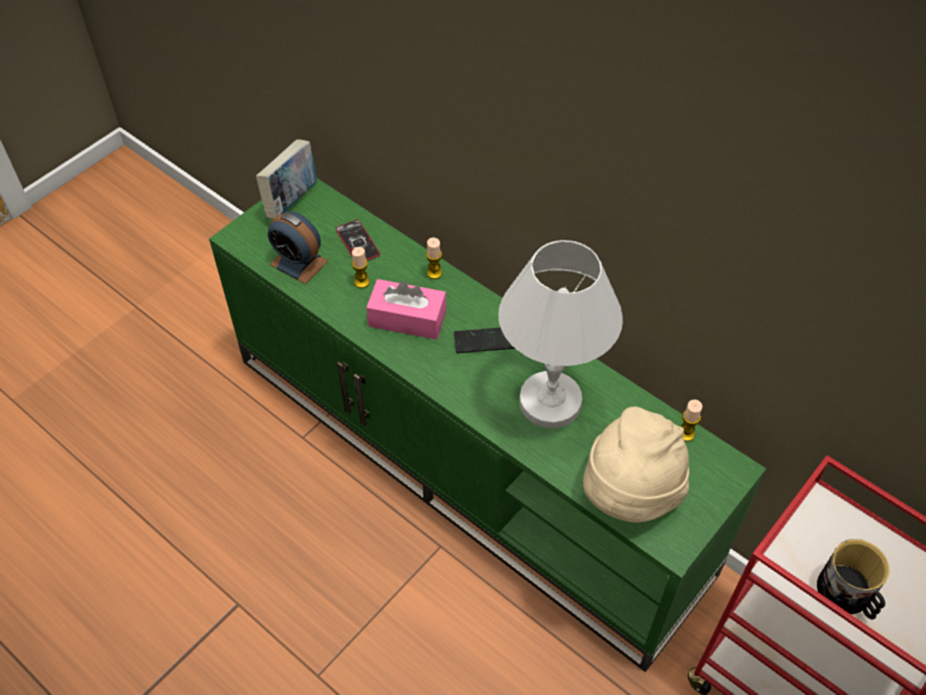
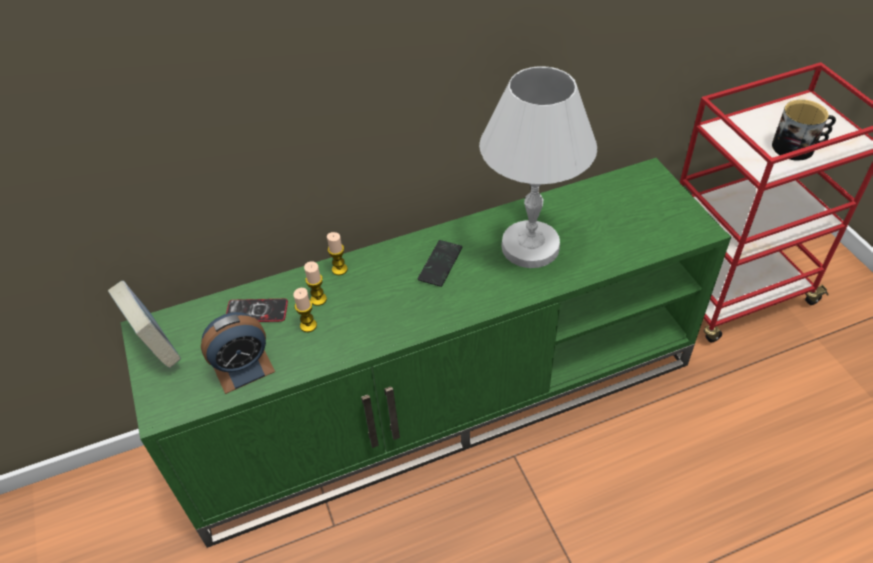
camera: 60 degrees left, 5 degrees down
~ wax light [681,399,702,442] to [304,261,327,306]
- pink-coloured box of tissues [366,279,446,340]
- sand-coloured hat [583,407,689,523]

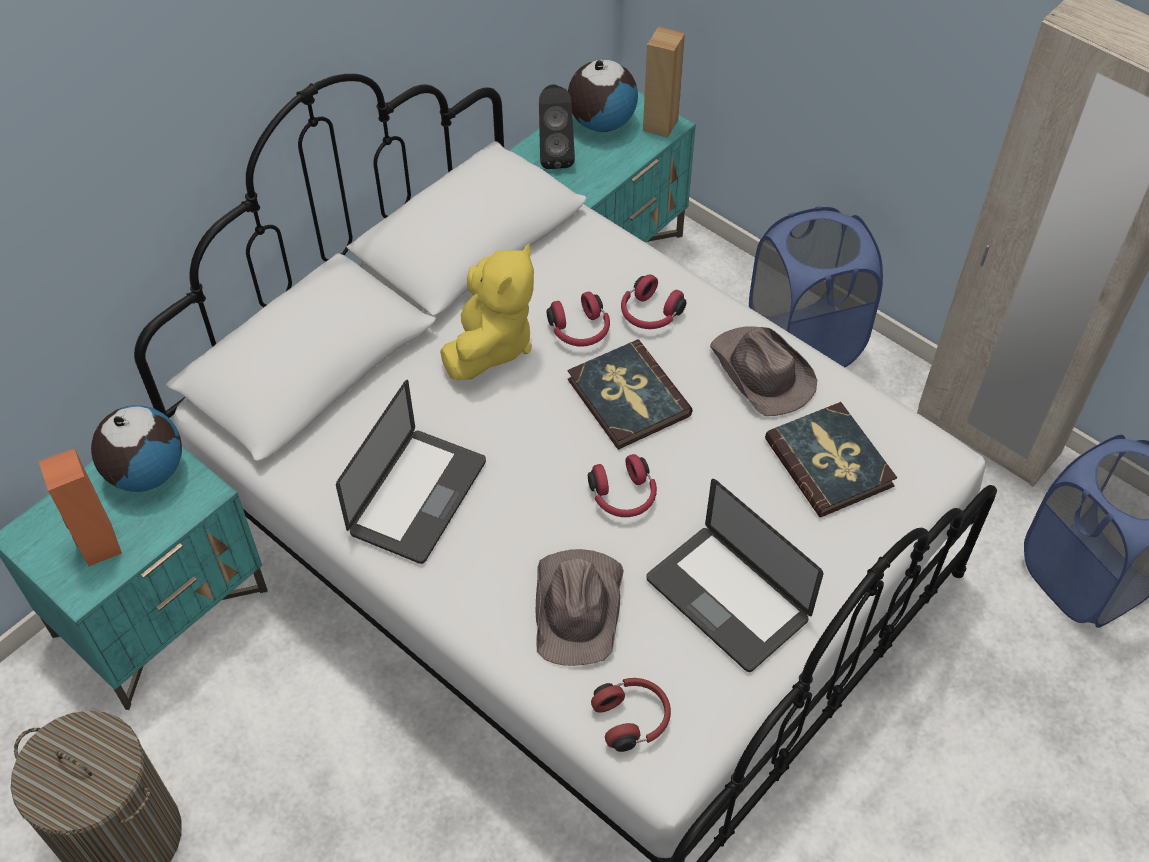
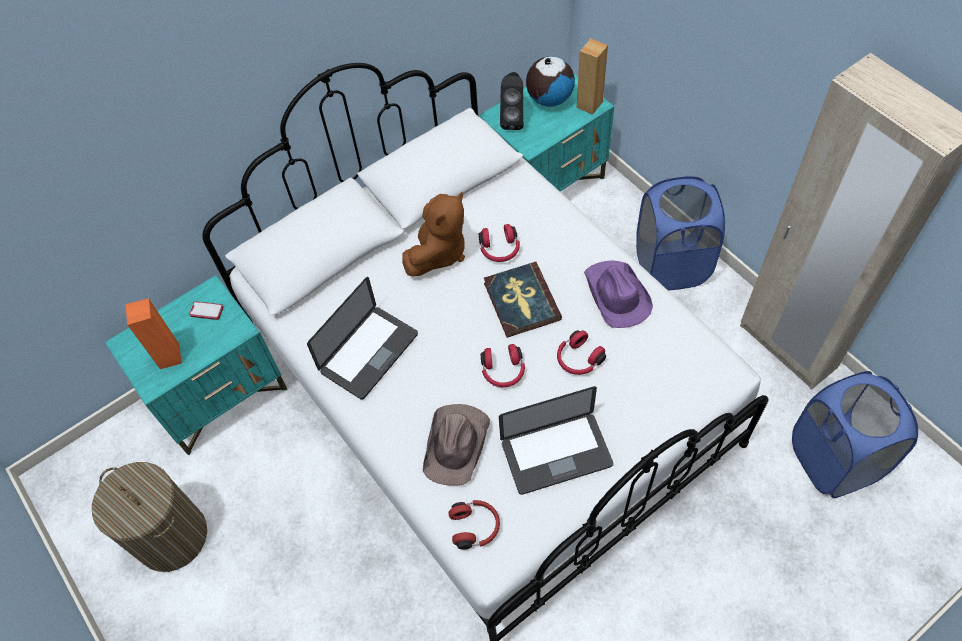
camera: 15 degrees right, 5 degrees up
~ globe [91,405,182,492] to telephone [189,301,223,320]
~ yellow-coloured plush toy [440,243,534,380] to brown plush toy [402,192,465,276]
~ portable computer [646,479,824,672] = [499,386,613,495] 75 degrees counterclockwise
~ reddish headphones [621,274,686,329] to [557,330,606,375]
~ brown hat [710,326,817,416] to purple-coloured hat [584,260,653,328]
- volume [765,402,897,517]

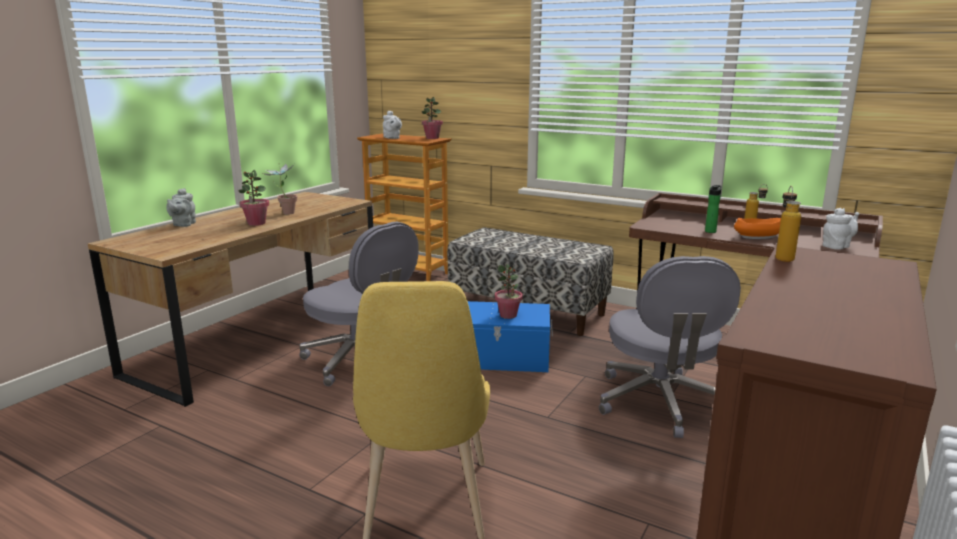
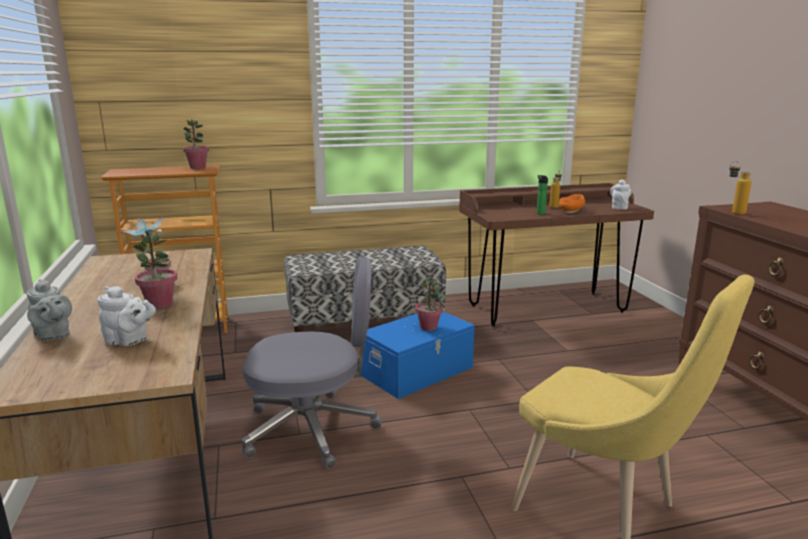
camera: 45 degrees left, 0 degrees up
~ white tea pot [383,111,402,139] to [97,286,156,346]
- gray computer chair [599,256,741,438]

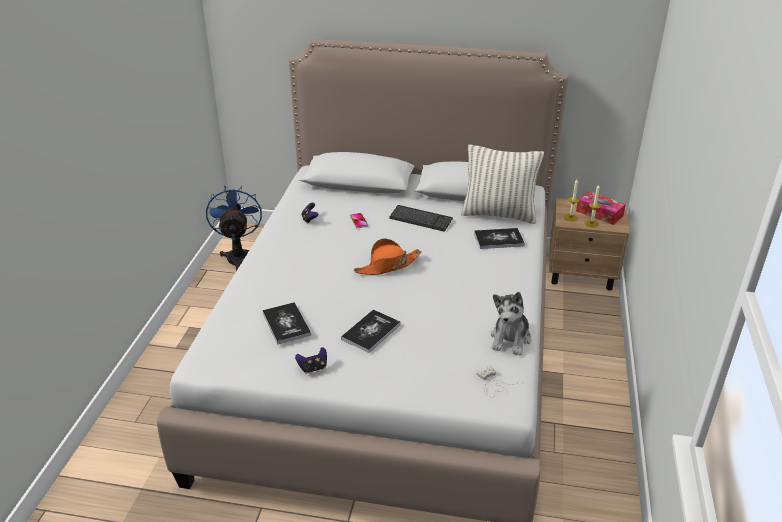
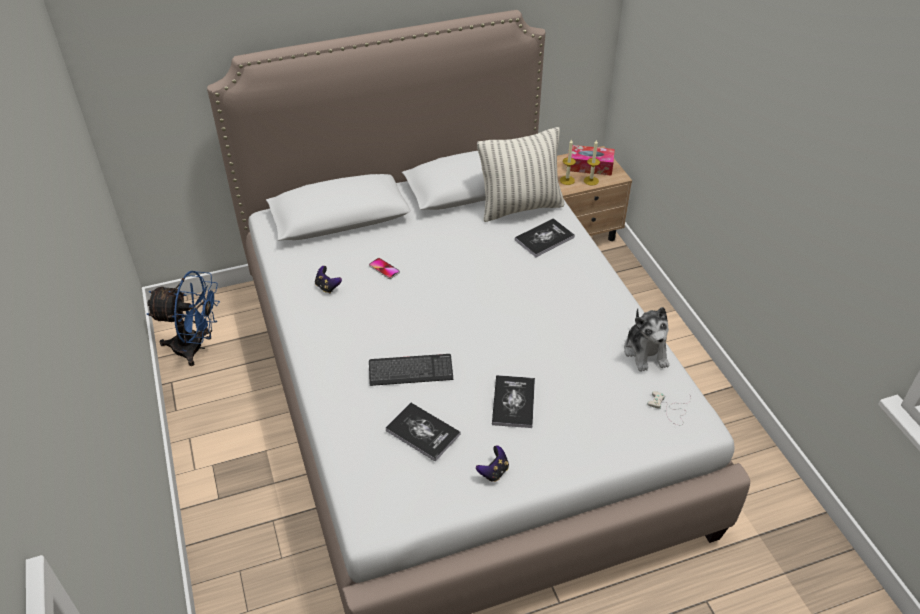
camera: 30 degrees left, 10 degrees up
~ bluish cooling fan [206,186,262,271] = [147,271,220,366] 135 degrees clockwise
~ keyboard [389,205,453,232] to [369,354,453,386]
- orangey hat [354,239,421,275]

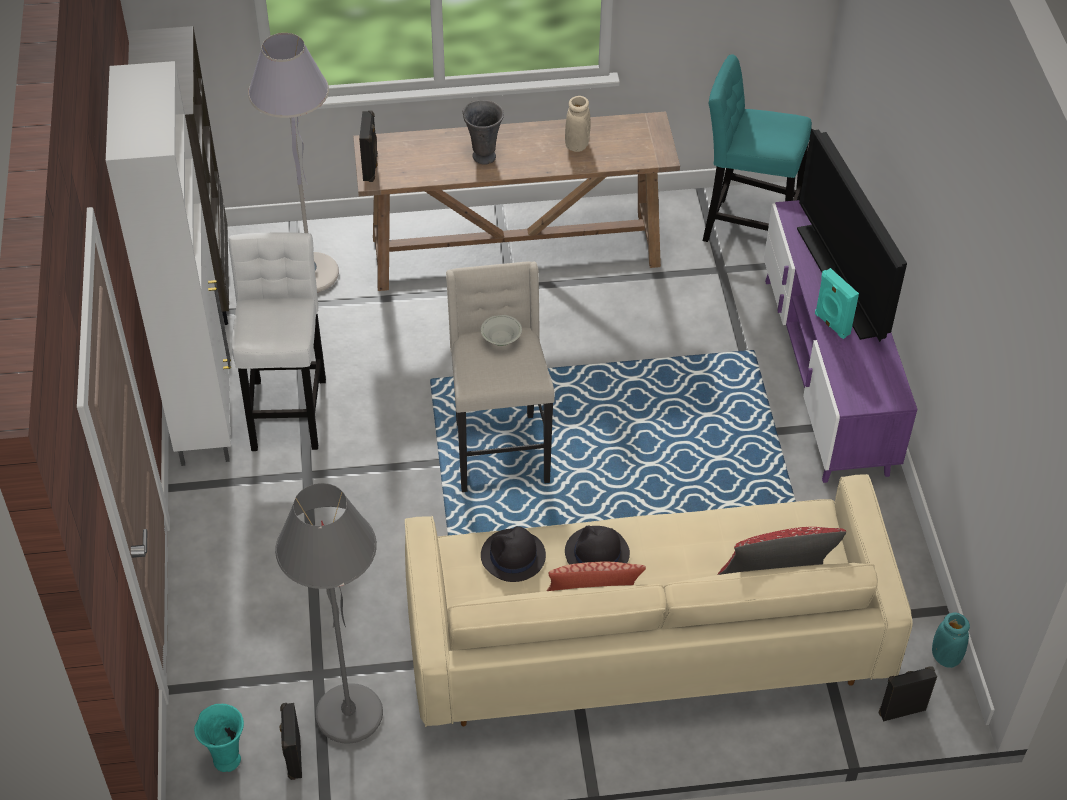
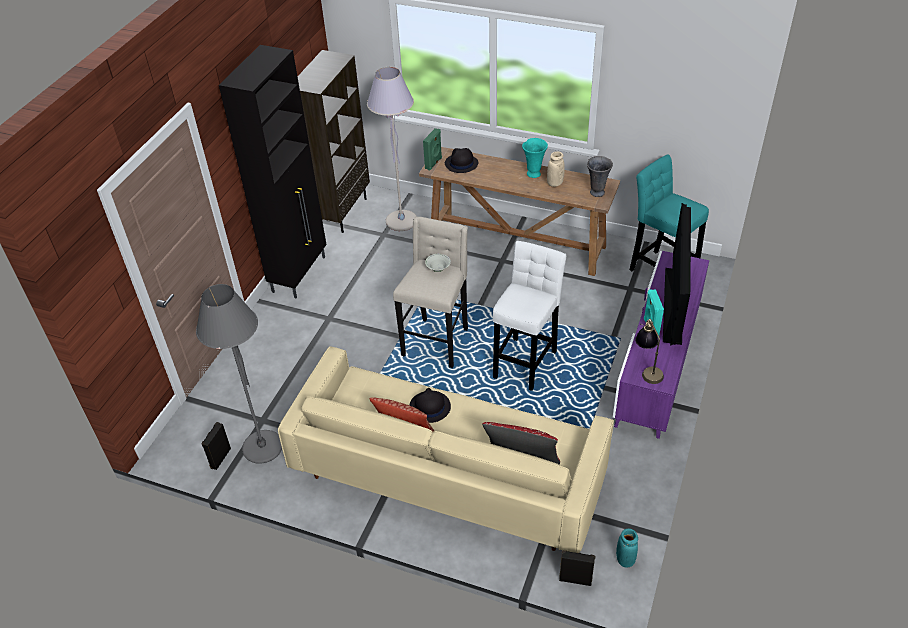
camera: 30 degrees right, 5 degrees down
~ white cabinet [106,61,231,466] to blackish cabinet [219,45,326,298]
~ blackish loudspeaker [359,111,378,182] to greenish loudspeaker [423,128,442,171]
~ blackish hat [481,526,546,582] to [445,148,478,173]
~ white sitting stool [228,232,326,451] to [493,241,566,391]
~ blue-green flower vase [194,704,244,772] to [522,138,548,178]
~ gray flower vase [463,100,504,165] to [587,156,613,197]
+ lamp for a table [635,319,664,384]

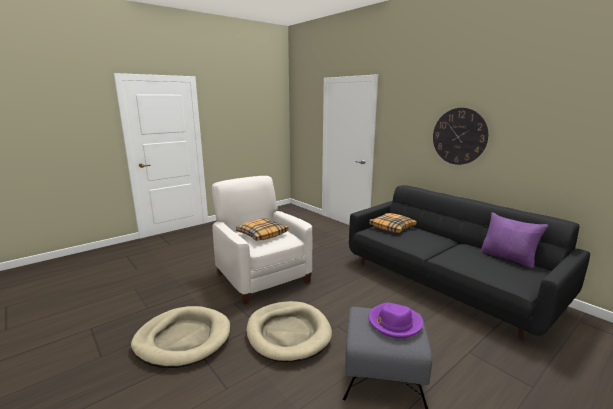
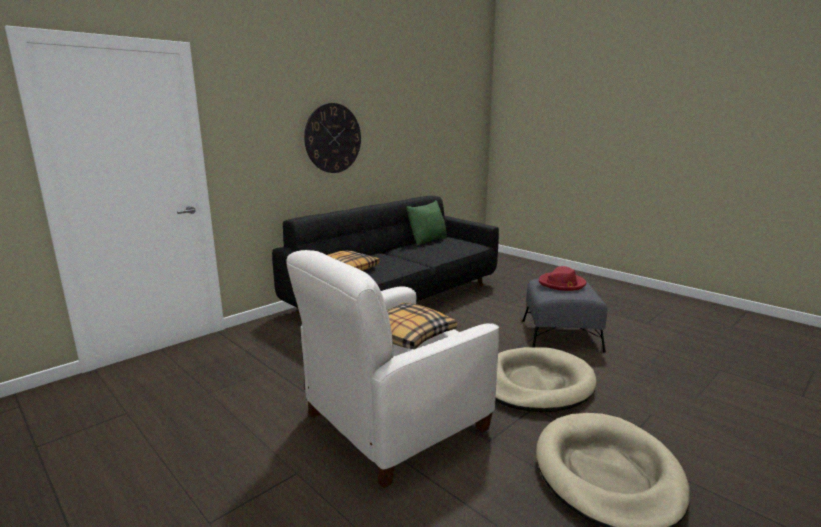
camera: 95 degrees left, 0 degrees up
~ purple-coloured pillow [481,213,548,269] to greenish pillow [406,200,447,246]
~ purple-coloured hat [369,302,423,338] to reddish hat [539,266,586,291]

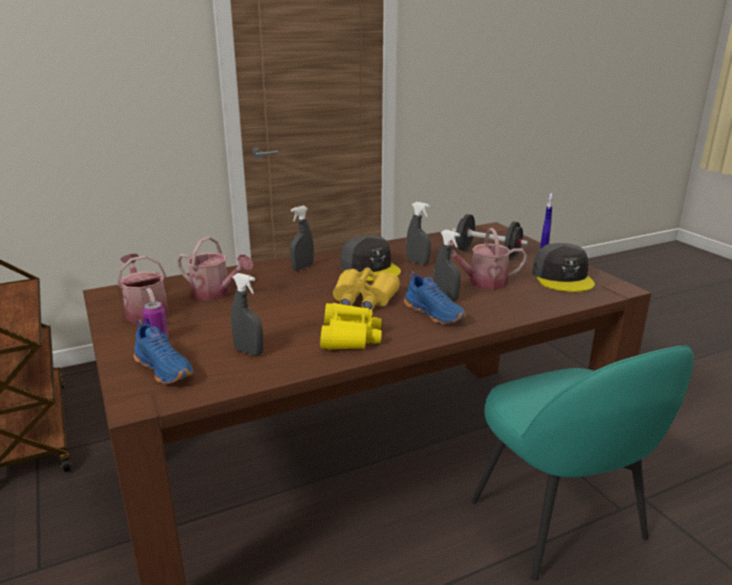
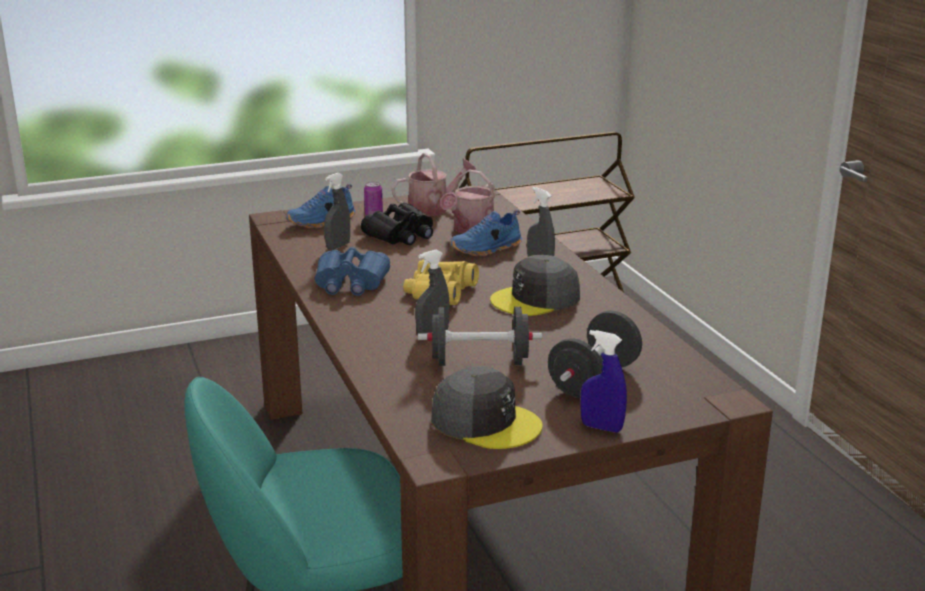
camera: 95 degrees right, 0 degrees up
~ yellow-coloured binoculars [320,303,382,350] to bluish binoculars [315,247,390,296]
+ blackish binoculars [361,203,433,245]
~ sprinkling can [450,228,527,290] to blackish dumbbell [418,307,542,366]
~ gray peaked cap [532,243,595,292] = [431,366,543,449] 150 degrees counterclockwise
~ bluish item of footwear [404,271,466,324] to [450,209,522,257]
- gray sprayer [406,202,431,265]

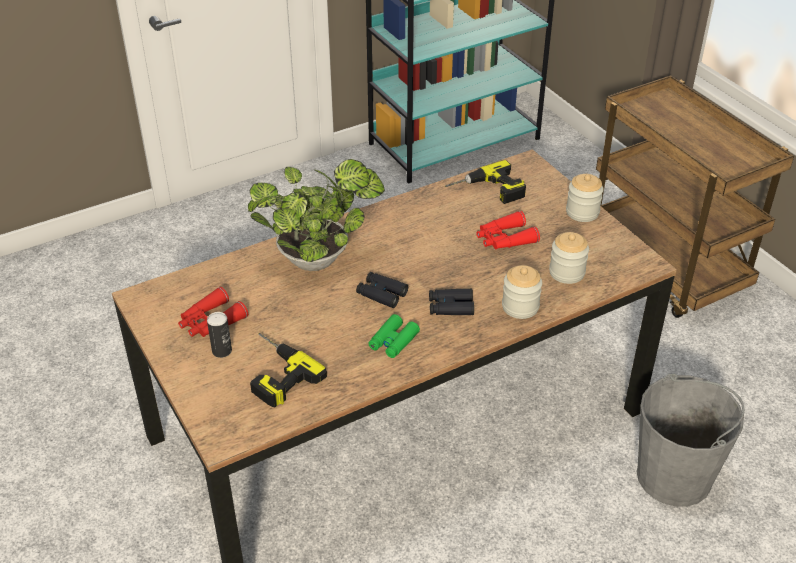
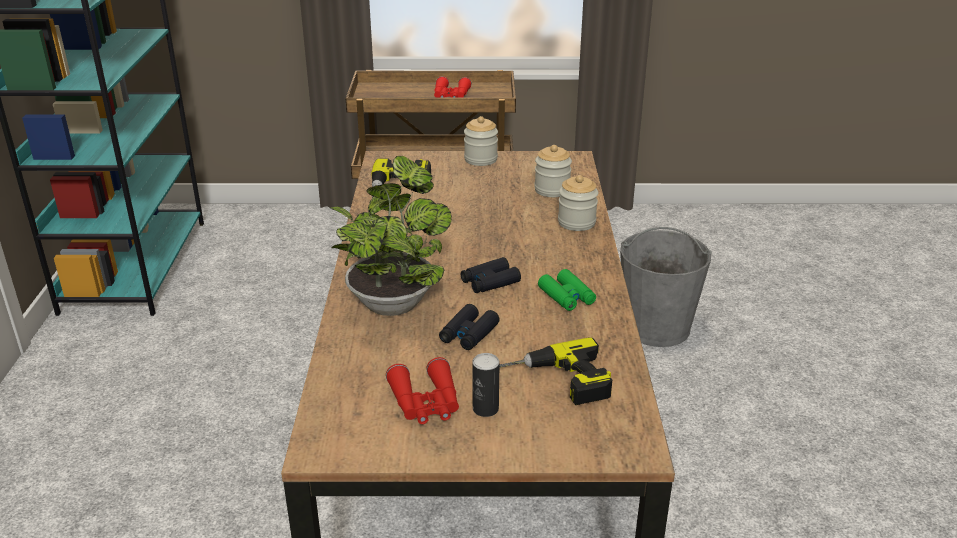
camera: 60 degrees left, 10 degrees down
~ reddish binoculars [476,211,540,250] to [434,76,472,98]
~ blackish binoculars [429,288,474,315] to [439,304,500,350]

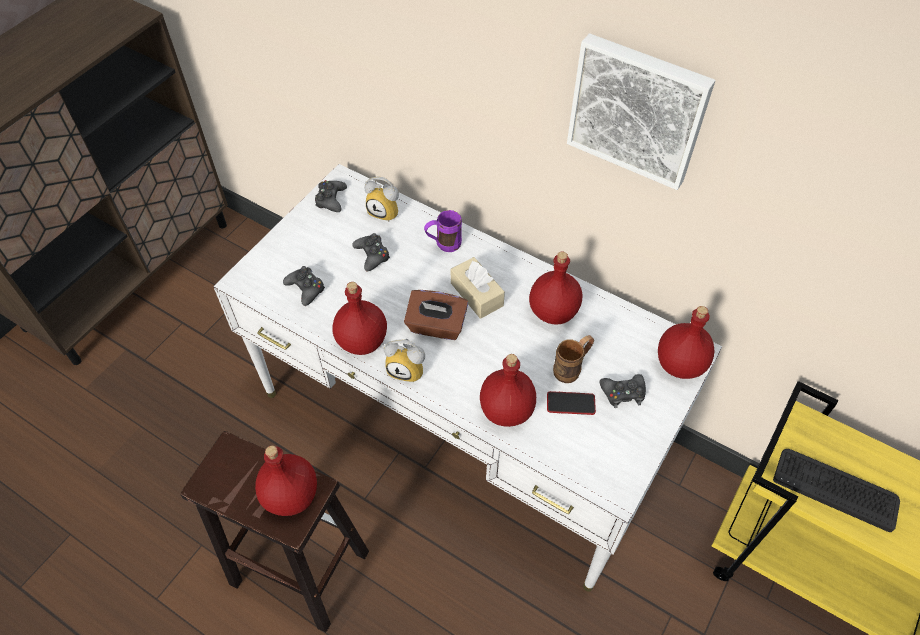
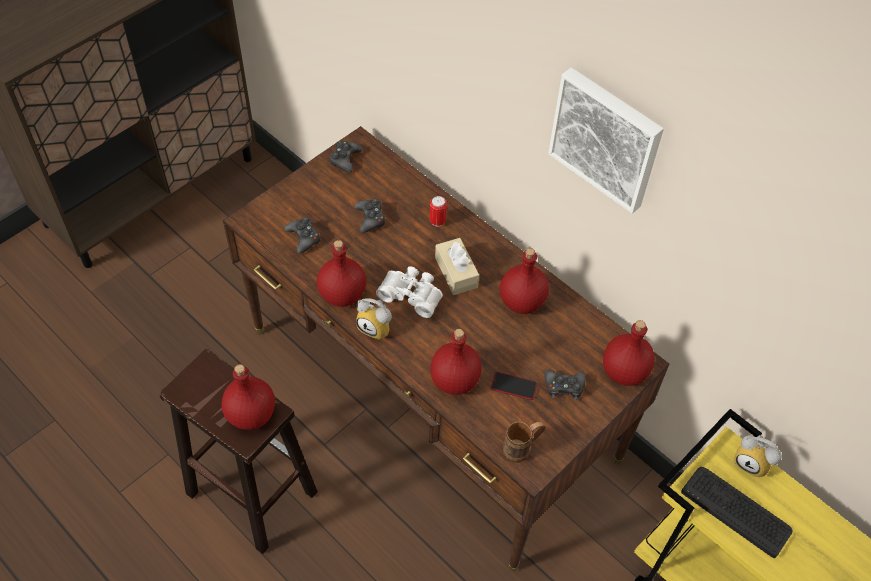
camera: 10 degrees right, 0 degrees up
~ white desk unit [213,164,722,592] to brown desk unit [223,126,669,572]
~ brown box of tissues [404,290,468,340] to white binoculars [376,266,443,318]
~ purple-coloured tea mug [424,210,462,252] to metal can [430,196,447,226]
~ brown tea mug [553,335,594,383] to [503,421,546,463]
~ alarm clock [364,176,399,222] to [734,435,782,477]

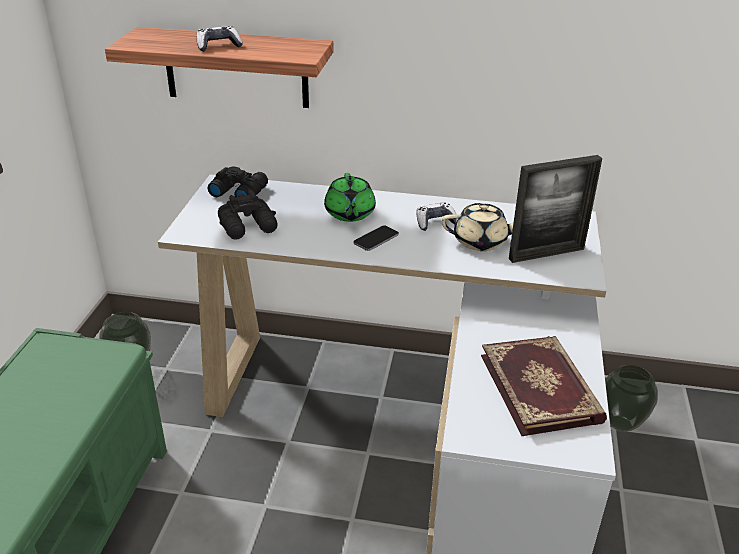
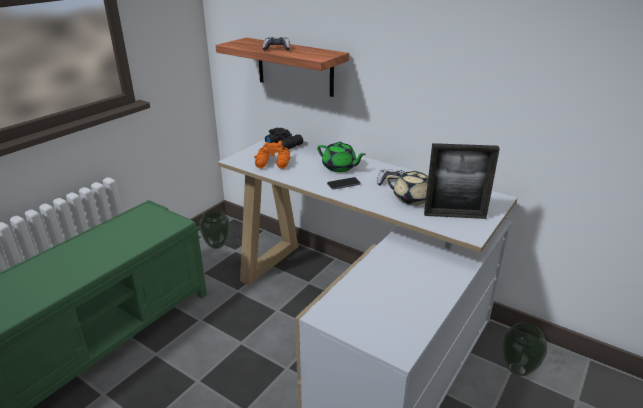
camera: 25 degrees right, 5 degrees down
~ blackish binoculars [218,189,278,240] to orangey binoculars [254,141,291,169]
~ greenish tea pot [324,173,376,222] = [317,142,366,172] 75 degrees counterclockwise
- volume [481,336,607,436]

